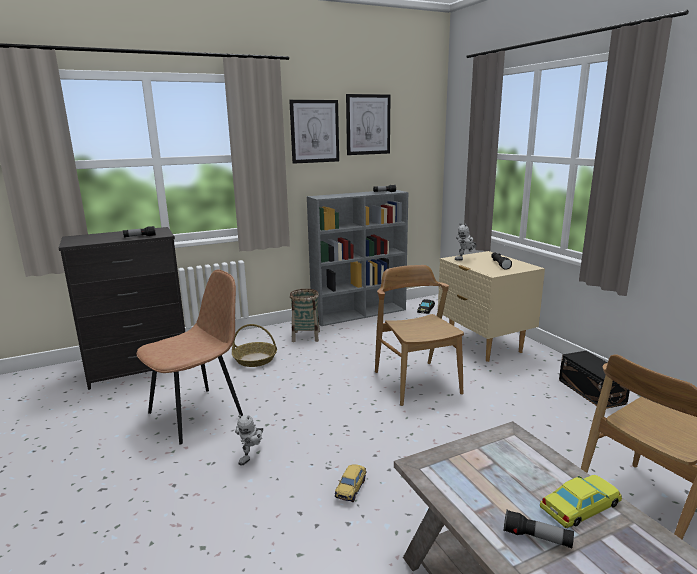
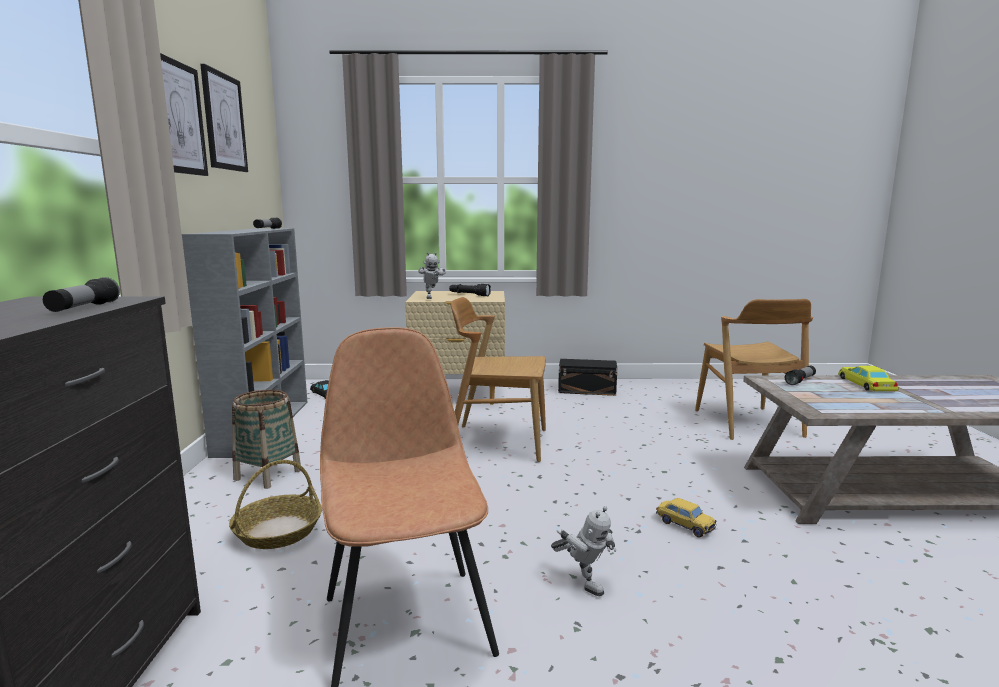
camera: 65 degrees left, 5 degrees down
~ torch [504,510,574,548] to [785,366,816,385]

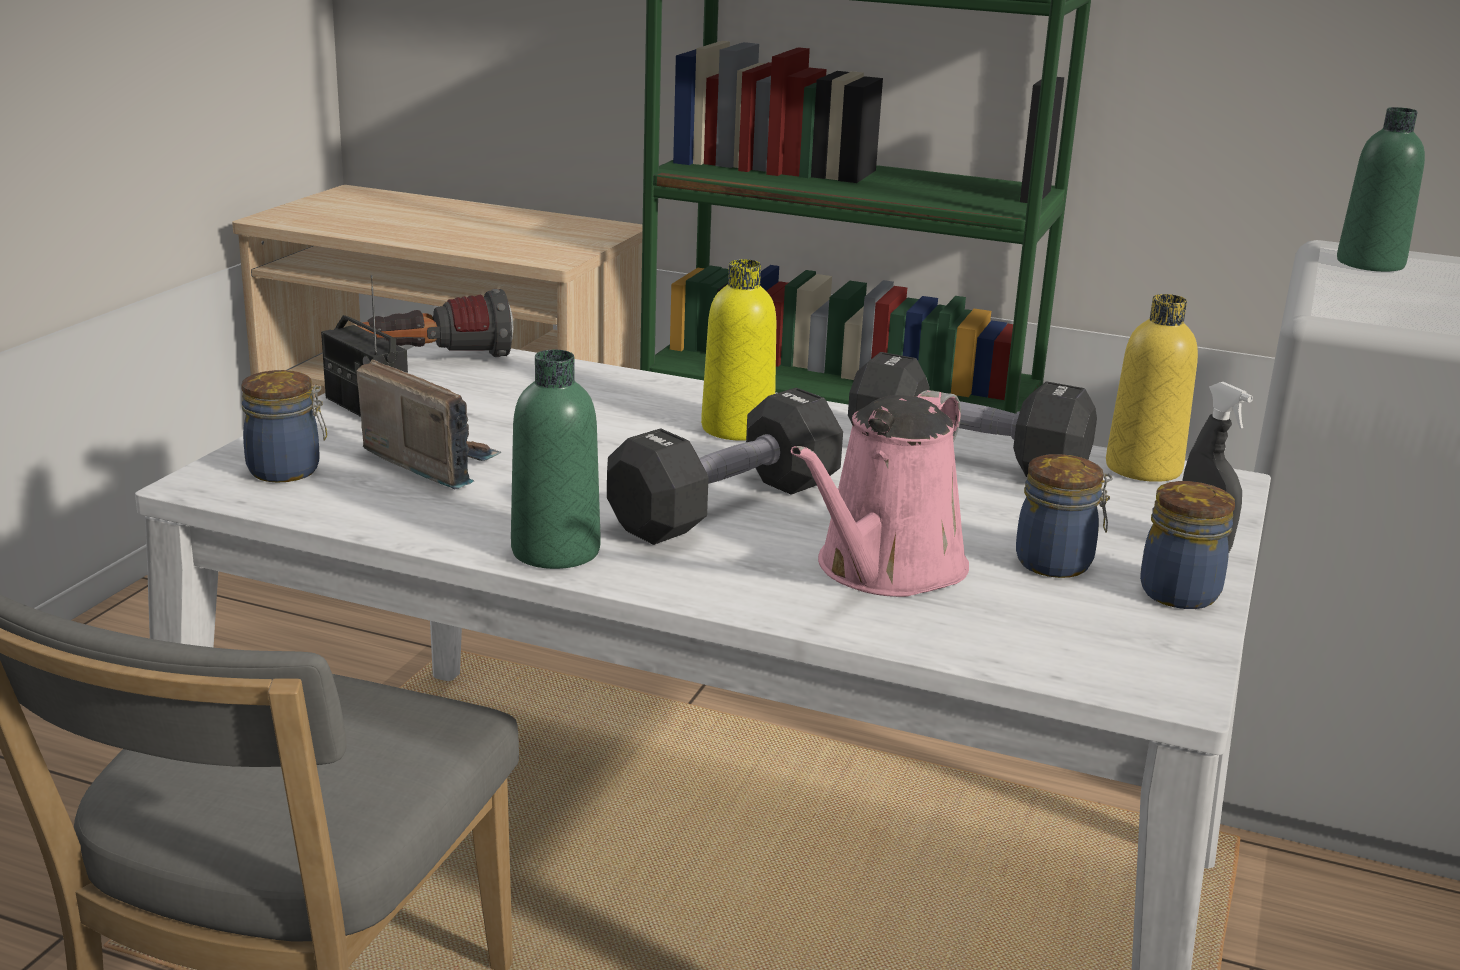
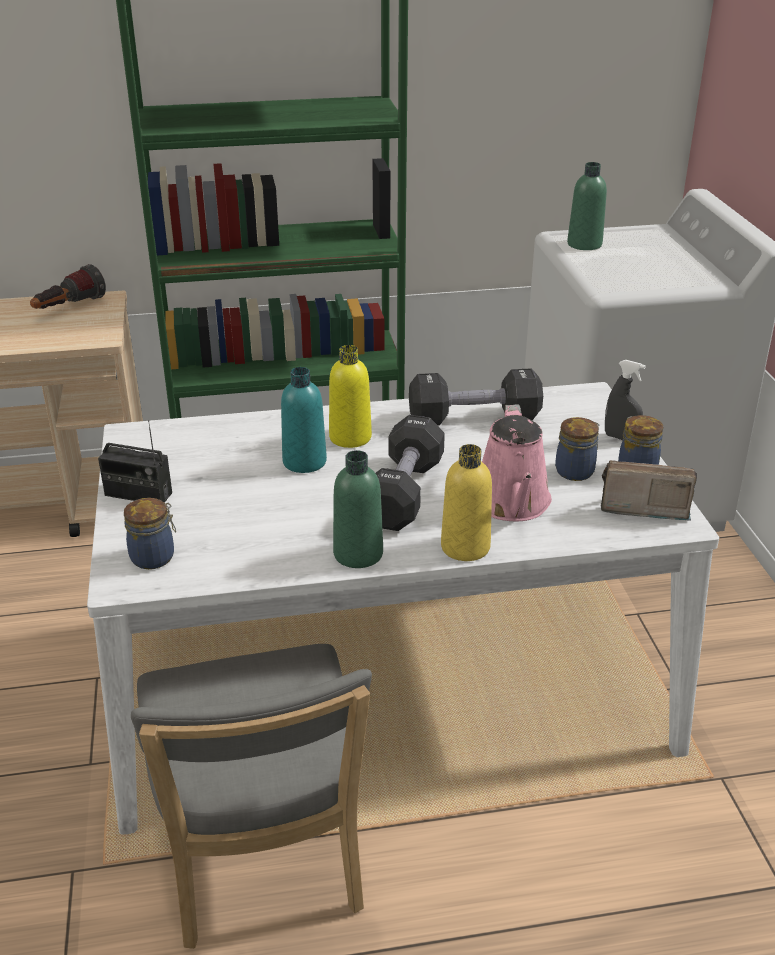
camera: 30 degrees left, 10 degrees up
~ torch [357,289,513,357] to [30,264,106,309]
+ blue-green bottle [281,367,327,473]
~ yellow-coloured bottle [1106,294,1198,482] to [441,444,492,561]
~ radio set [357,360,501,489] to [600,460,697,521]

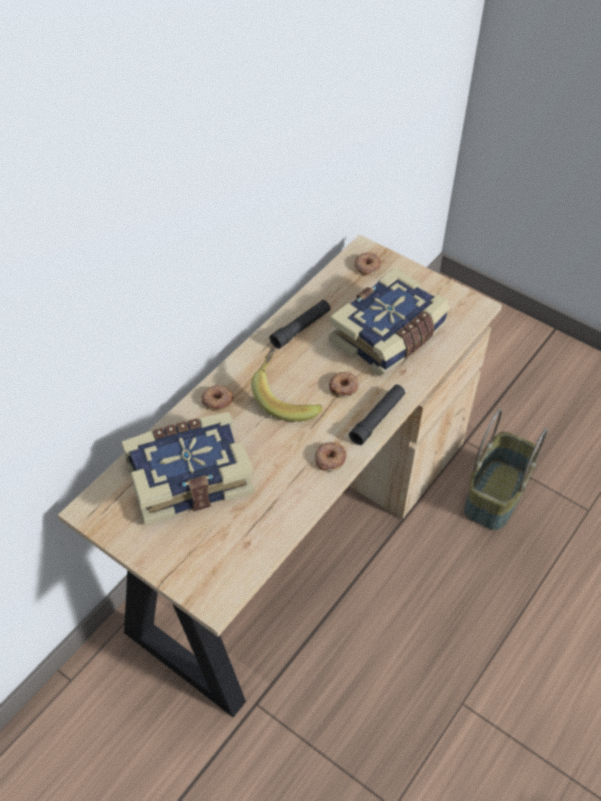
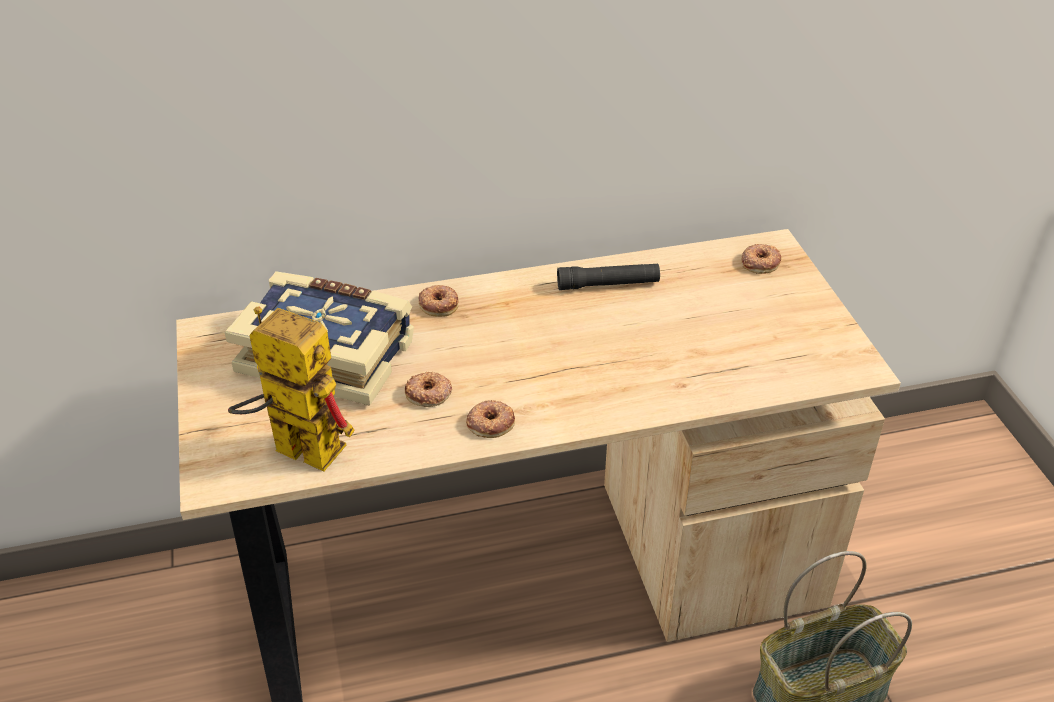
camera: 40 degrees right, 10 degrees down
+ toy robot [228,307,355,472]
~ doughnut [329,372,359,398] to [405,372,452,407]
- banana fruit [251,347,323,422]
- volume [328,267,450,376]
- blackish torch [349,384,405,445]

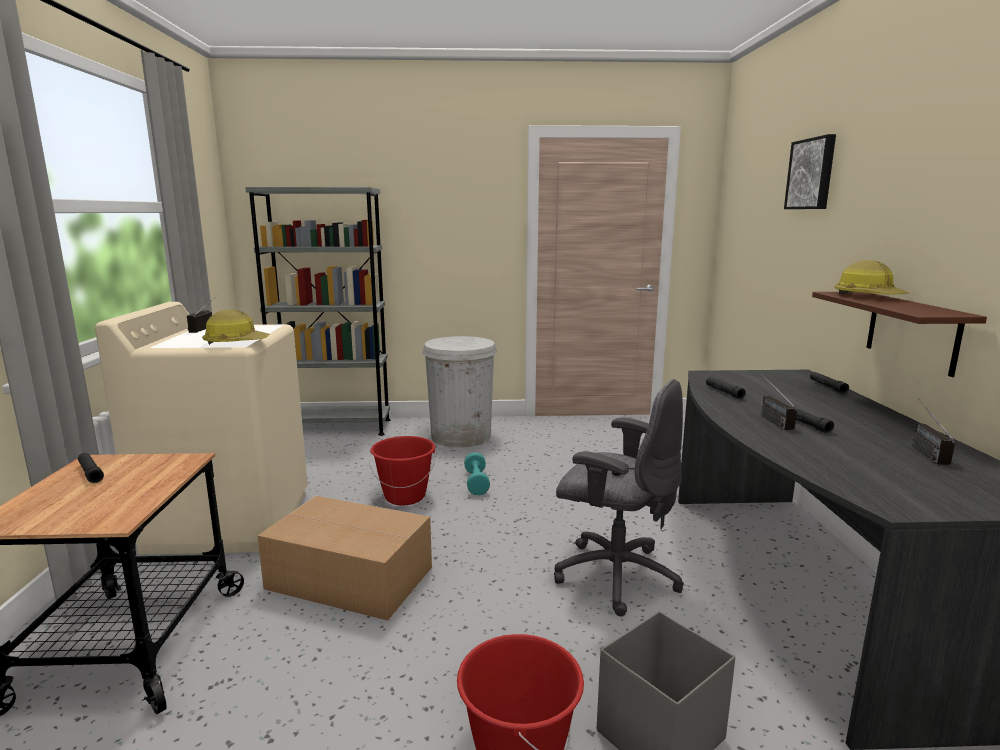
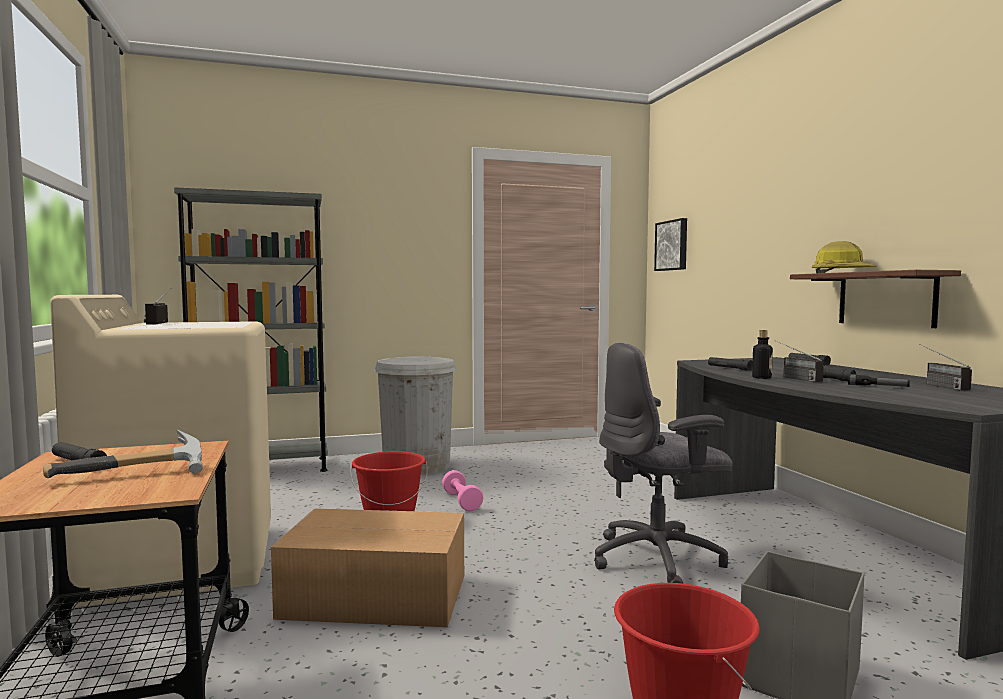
camera: 15 degrees left, 10 degrees down
+ hand hammer [43,429,203,478]
~ blue-green dumbbell [464,452,490,495] to pink-coloured dumbbell [442,470,484,511]
~ gray computer chair [554,379,684,616] = [594,342,732,584] 150 degrees clockwise
~ wall art [784,134,836,209] to [654,218,687,271]
+ bottle [752,330,773,379]
+ torch [848,374,910,387]
- hard hat [202,310,269,345]

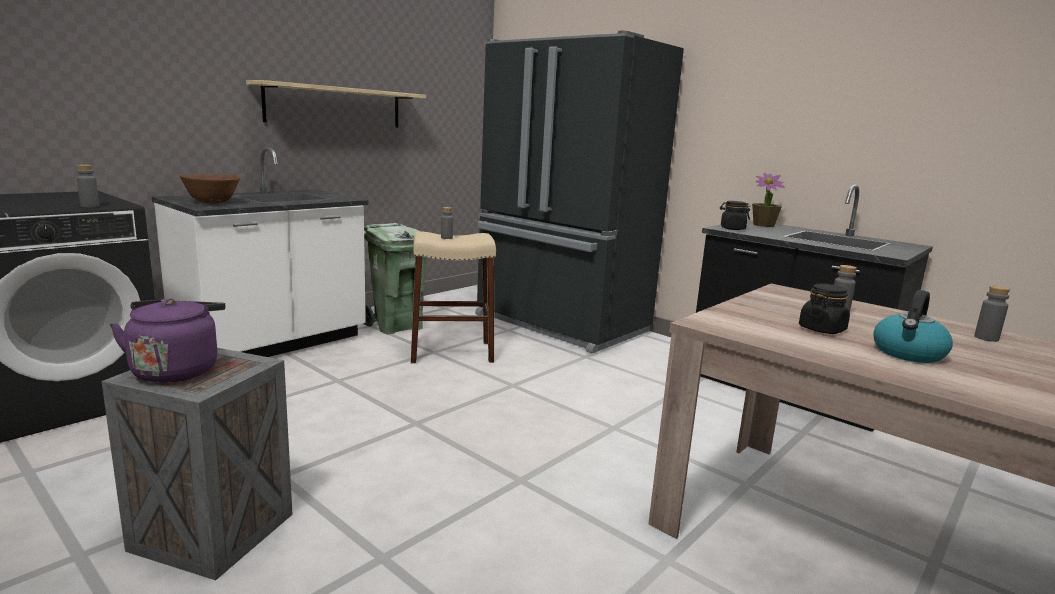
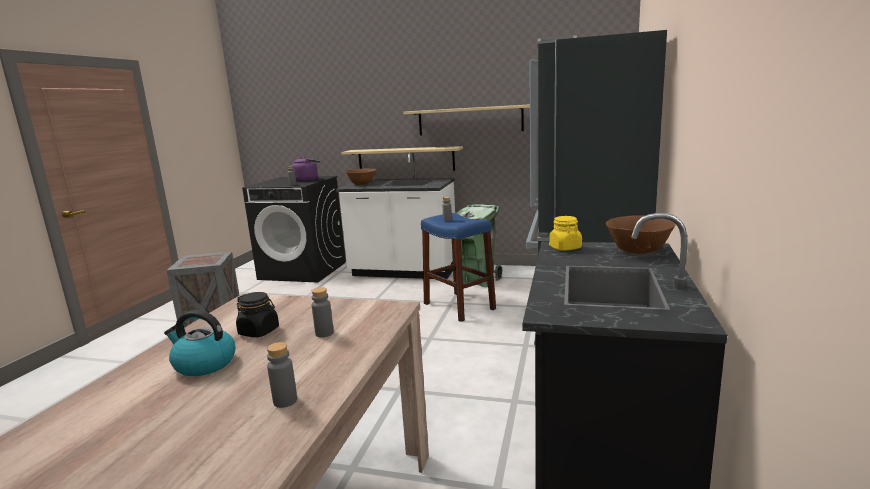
camera: 65 degrees right, 0 degrees up
~ purple-coloured tea kettle [110,298,225,383] to [292,157,320,182]
+ shelf [342,146,463,171]
~ sand-coloured sitting stool [411,231,496,364] to bluish sitting stool [421,213,496,322]
~ blackish preserve jar [720,201,750,230] to yellow-coloured preserve jar [549,216,582,251]
~ houseplant [752,173,785,227] to brown serving bowl [606,215,676,254]

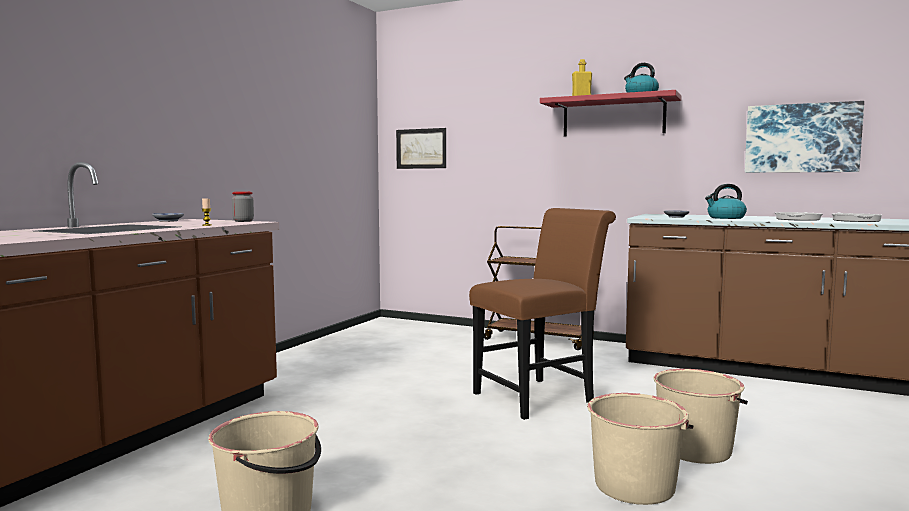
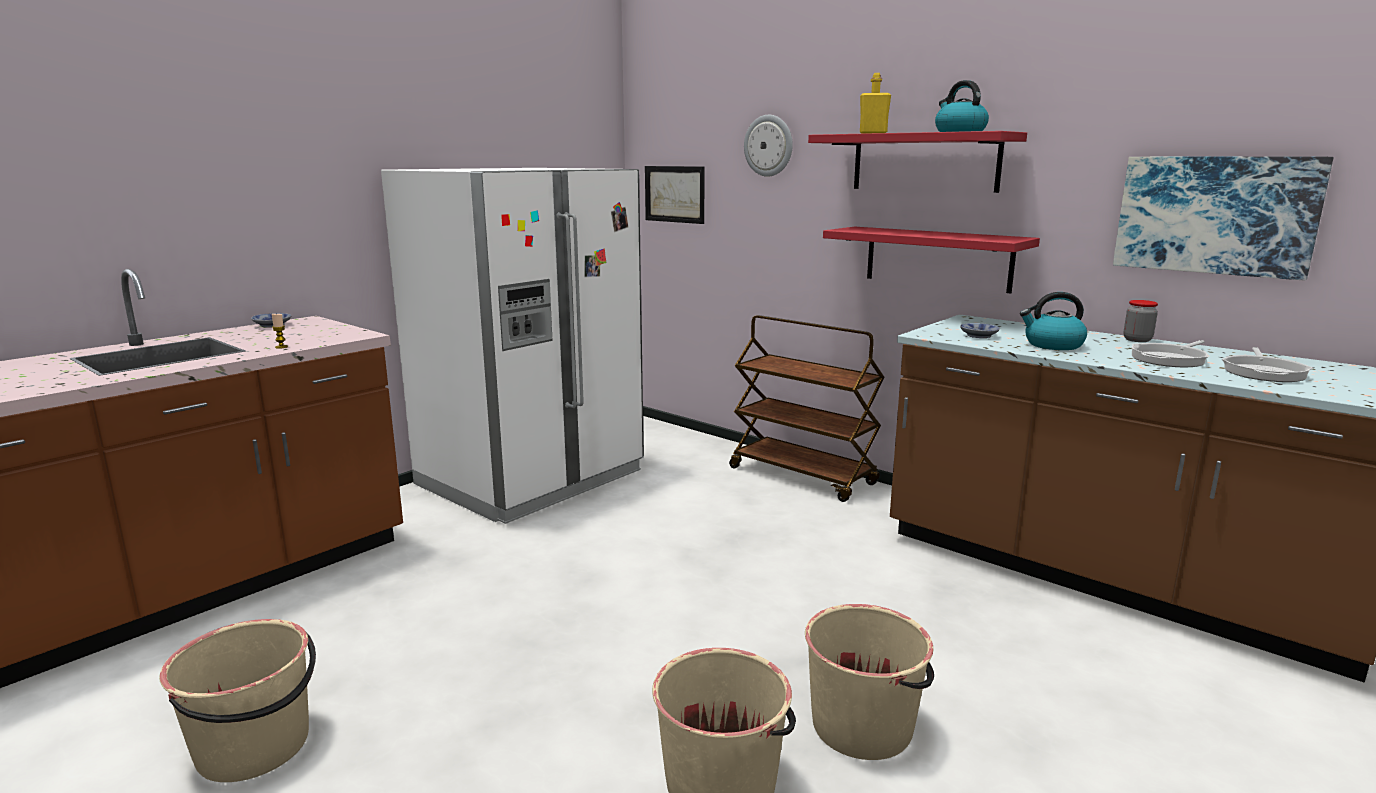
camera: 15 degrees right, 10 degrees up
+ white refrigerator [381,168,644,524]
+ wall clock [744,115,793,177]
+ reddish shelf [823,227,1040,294]
~ preserve jar [232,191,254,222] to [1123,300,1158,342]
- brown upright chair [469,208,616,420]

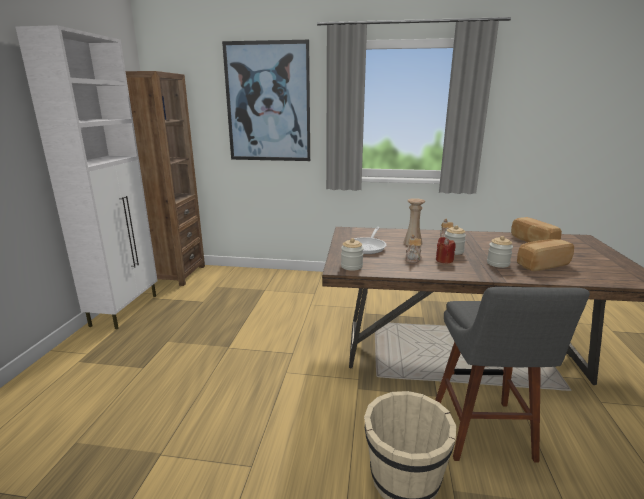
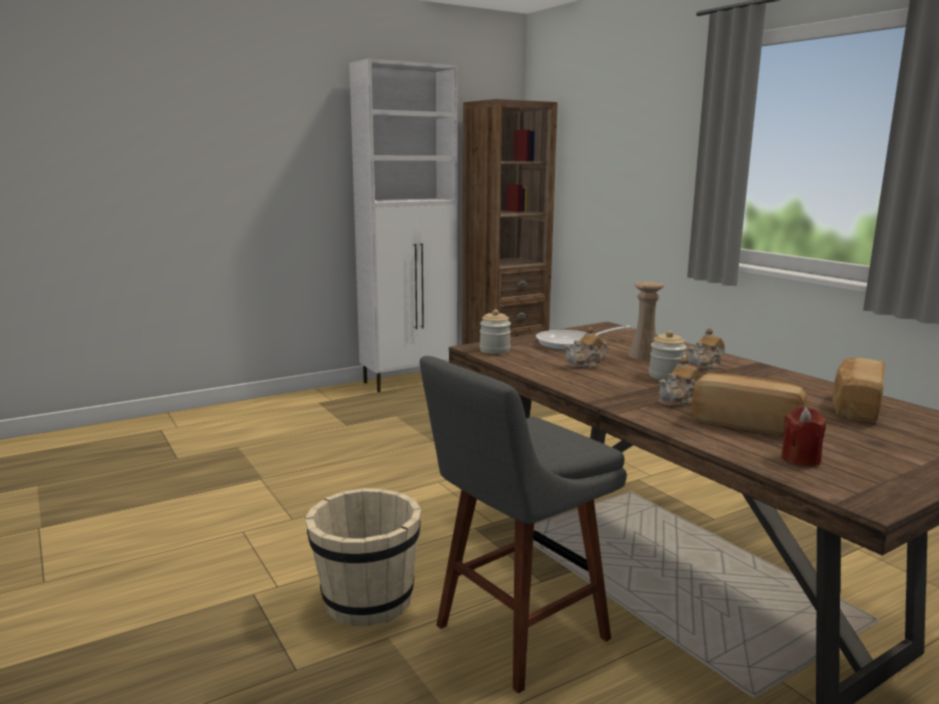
camera: 50 degrees right, 5 degrees down
~ preserve jar [487,236,513,268] to tea pot [658,357,701,407]
~ reddish wax light [436,237,456,264] to [781,406,826,466]
- wall art [222,40,310,161]

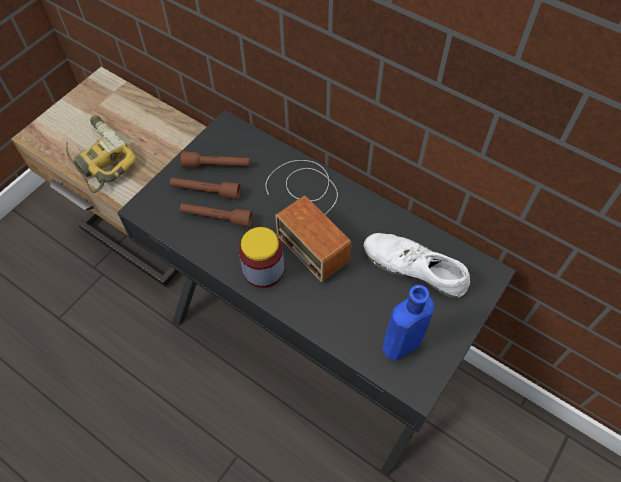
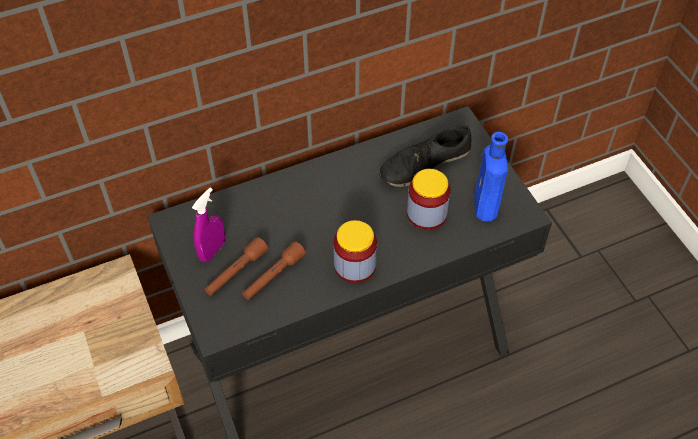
camera: 60 degrees left, 5 degrees down
~ brown torch [180,151,250,168] to purple-coloured sprayer [192,188,225,262]
~ white item of footwear [364,233,470,298] to blackish item of footwear [379,124,471,187]
+ preserve jar [407,169,451,230]
- electric drill [66,115,136,193]
- radio set [266,160,351,282]

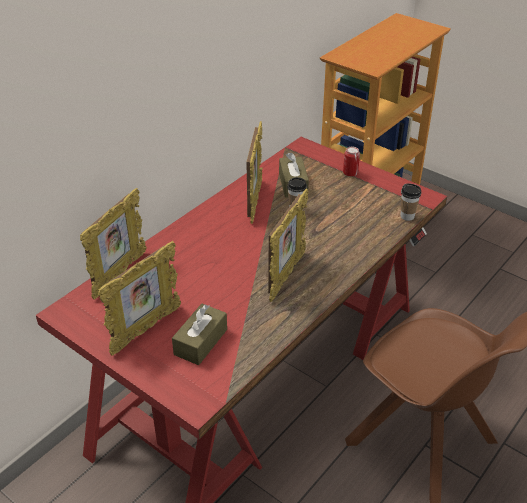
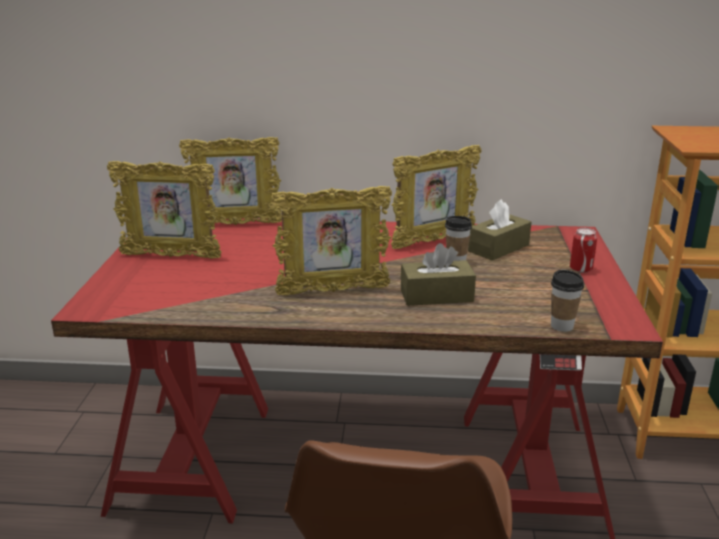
camera: 55 degrees right, 15 degrees down
~ brown box of tissues [172,304,227,365] to [401,243,476,306]

